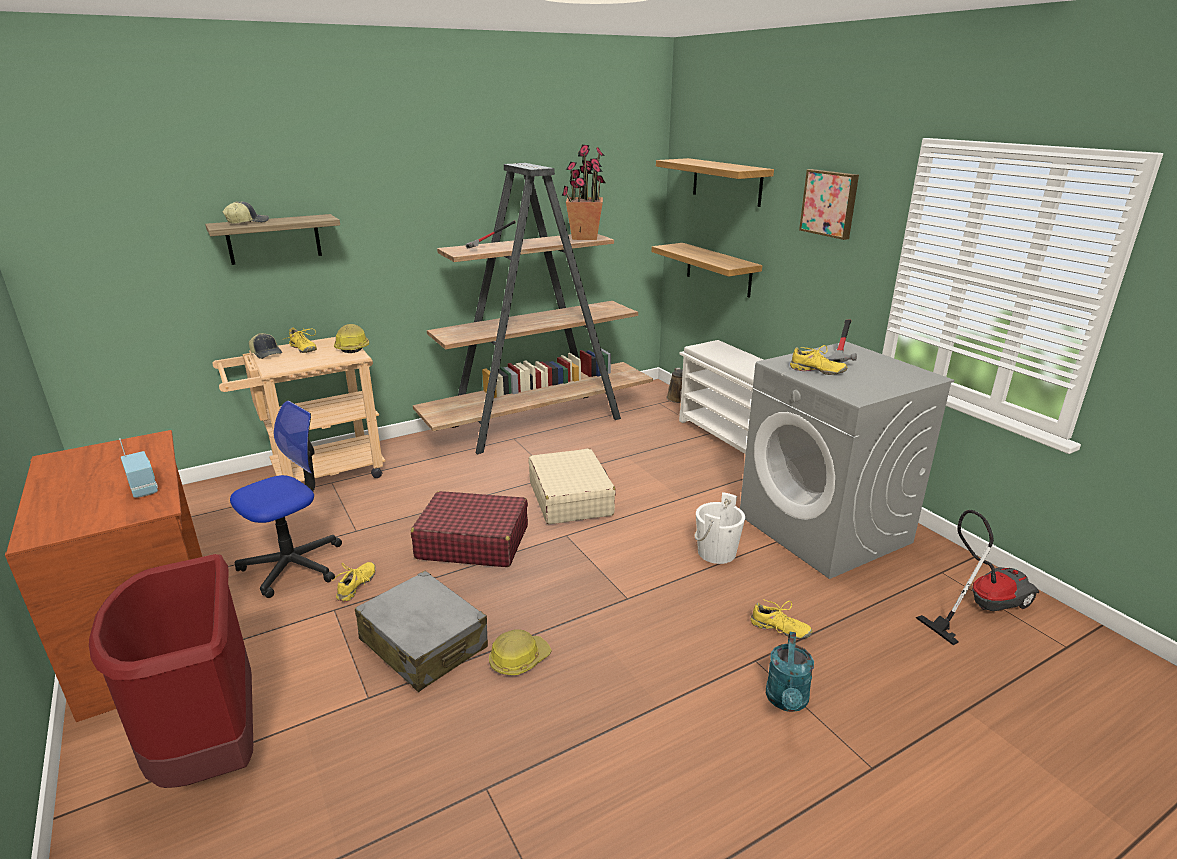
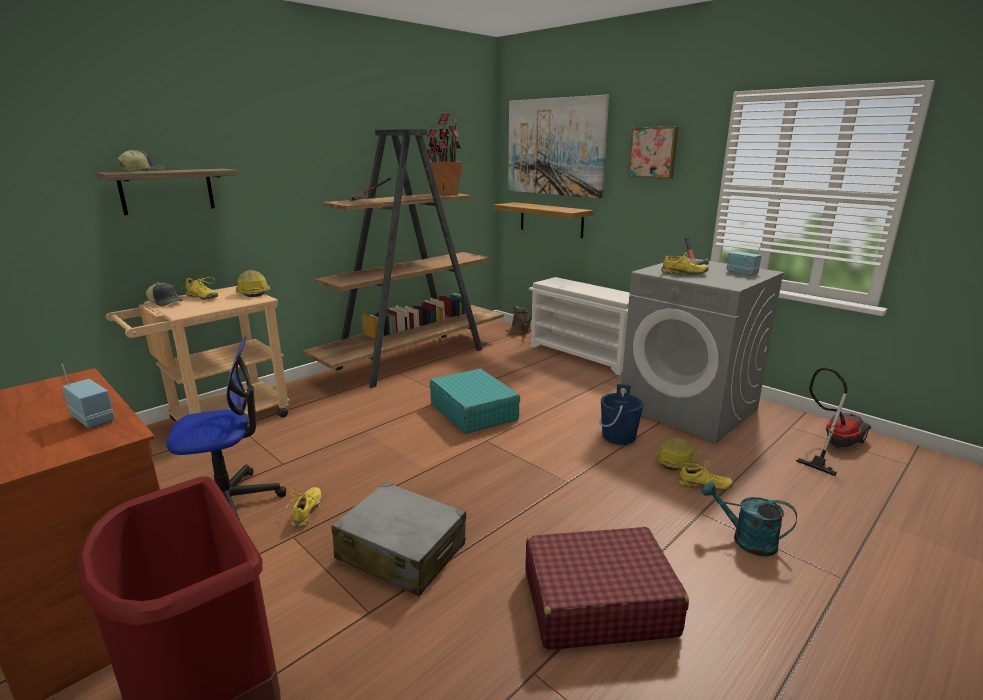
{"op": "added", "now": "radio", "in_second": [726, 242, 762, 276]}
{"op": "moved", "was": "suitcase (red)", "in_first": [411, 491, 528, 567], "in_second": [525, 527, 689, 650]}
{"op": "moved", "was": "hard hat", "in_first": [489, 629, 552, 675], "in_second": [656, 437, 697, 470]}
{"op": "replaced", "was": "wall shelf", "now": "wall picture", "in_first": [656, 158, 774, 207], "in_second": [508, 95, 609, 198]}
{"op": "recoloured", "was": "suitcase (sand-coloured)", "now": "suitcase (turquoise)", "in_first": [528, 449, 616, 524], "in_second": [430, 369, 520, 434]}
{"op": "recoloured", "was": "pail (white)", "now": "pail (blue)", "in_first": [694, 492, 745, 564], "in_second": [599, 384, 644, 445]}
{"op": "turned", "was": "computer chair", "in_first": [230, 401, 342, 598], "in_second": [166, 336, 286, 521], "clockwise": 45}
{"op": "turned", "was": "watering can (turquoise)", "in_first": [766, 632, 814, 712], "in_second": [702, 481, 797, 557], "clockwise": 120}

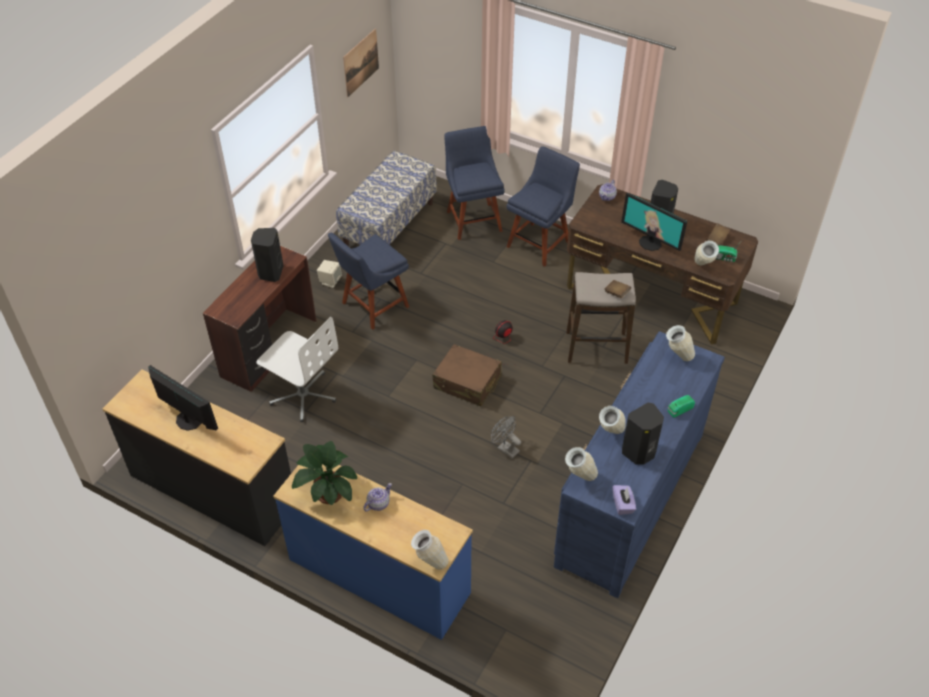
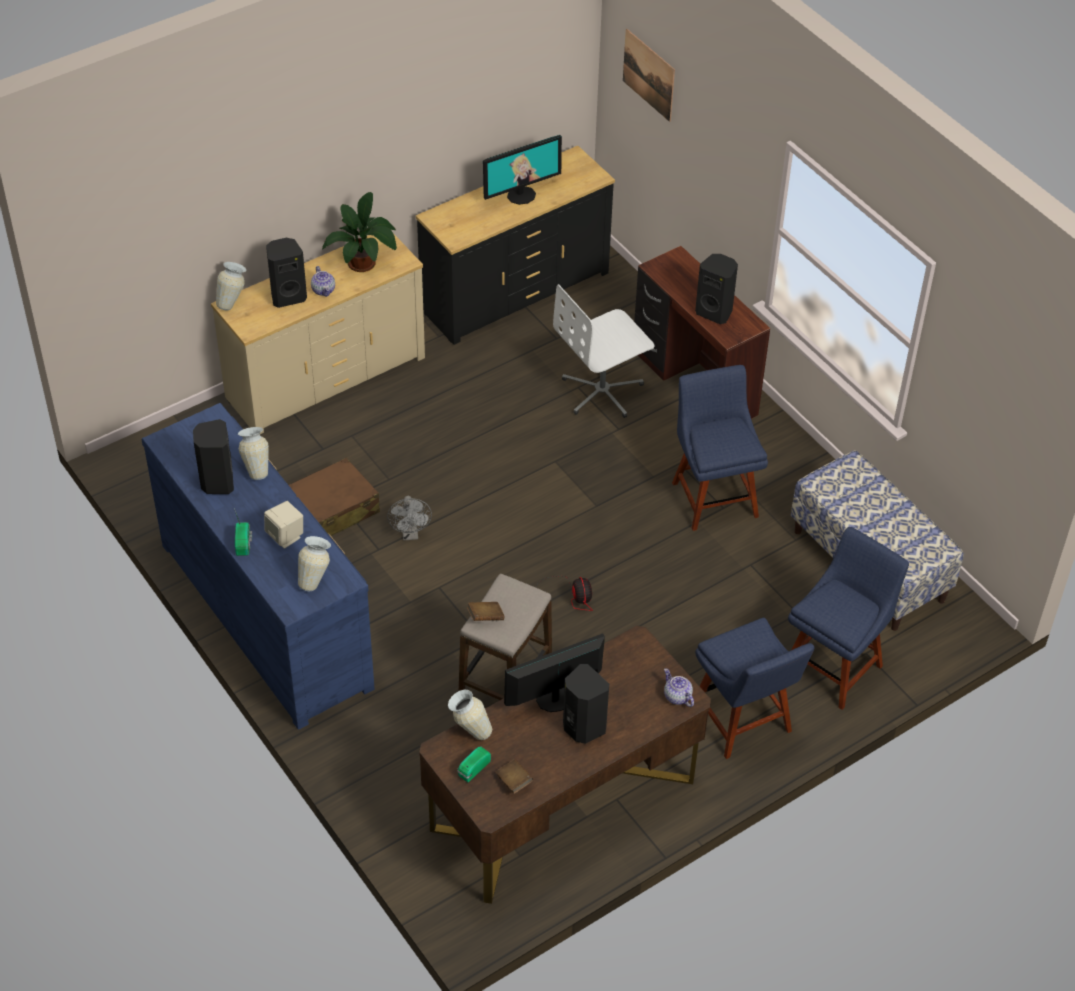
{"op": "removed", "was": "decorative vase", "in_first": [565, 447, 598, 481]}
{"op": "removed", "was": "box of tissues (purple)", "in_first": [613, 485, 636, 515]}
{"op": "added", "now": "speaker (black)", "in_second": [266, 238, 307, 308]}
{"op": "moved", "was": "speaker (sand-coloured)", "in_first": [317, 260, 342, 288], "in_second": [264, 501, 303, 549]}
{"op": "moved", "was": "wall picture", "in_first": [343, 29, 379, 97], "in_second": [623, 29, 675, 122]}
{"op": "moved", "was": "suitcase (brown-coloured)", "in_first": [432, 344, 502, 406], "in_second": [289, 458, 380, 536]}
{"op": "recoloured", "was": "chest of drawers (blue)", "now": "chest of drawers (sand-coloured)", "in_first": [273, 464, 473, 640], "in_second": [211, 233, 425, 434]}
{"op": "turned", "was": "upright chair (blue)", "in_first": [444, 126, 505, 240], "in_second": [788, 527, 909, 710], "clockwise": -60}
{"op": "turned", "was": "electric fan (gray)", "in_first": [491, 416, 521, 458], "in_second": [387, 496, 432, 541], "clockwise": 105}

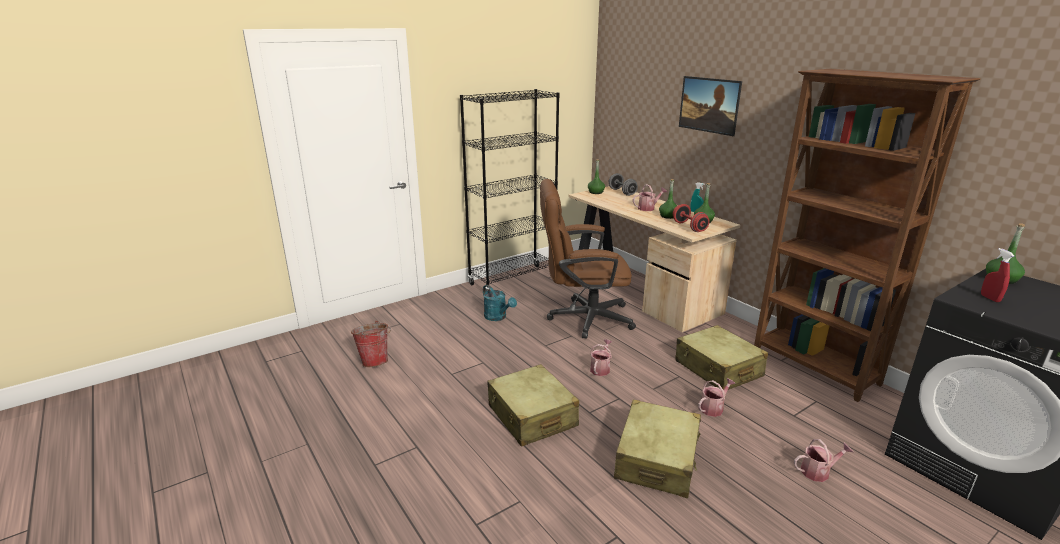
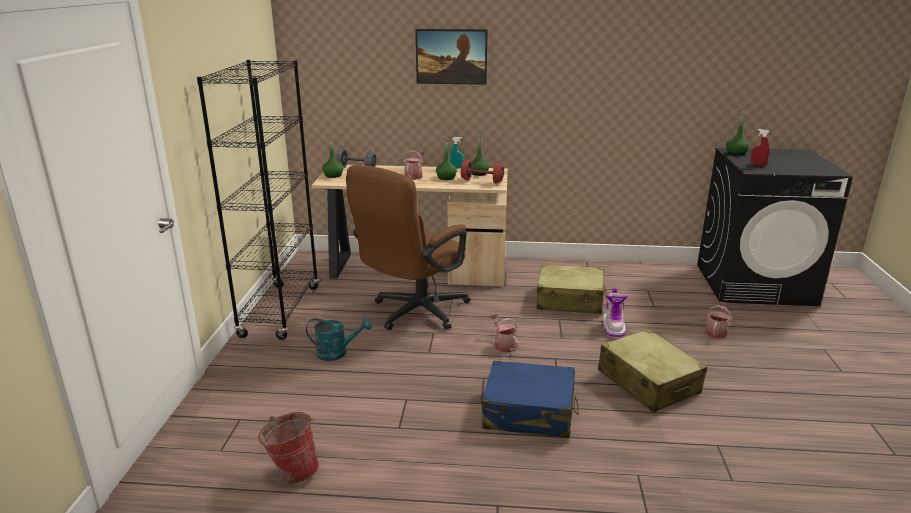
{"op": "removed", "was": "shelving unit (brown-coloured)", "in_first": [754, 69, 980, 402]}
{"op": "replaced", "was": "watering can", "now": "high-top boot", "in_first": [698, 378, 735, 417], "in_second": [603, 288, 628, 338]}
{"op": "recoloured", "was": "suitcase (sand-coloured)", "now": "suitcase (blue)", "in_first": [487, 364, 579, 447], "in_second": [482, 361, 579, 438]}

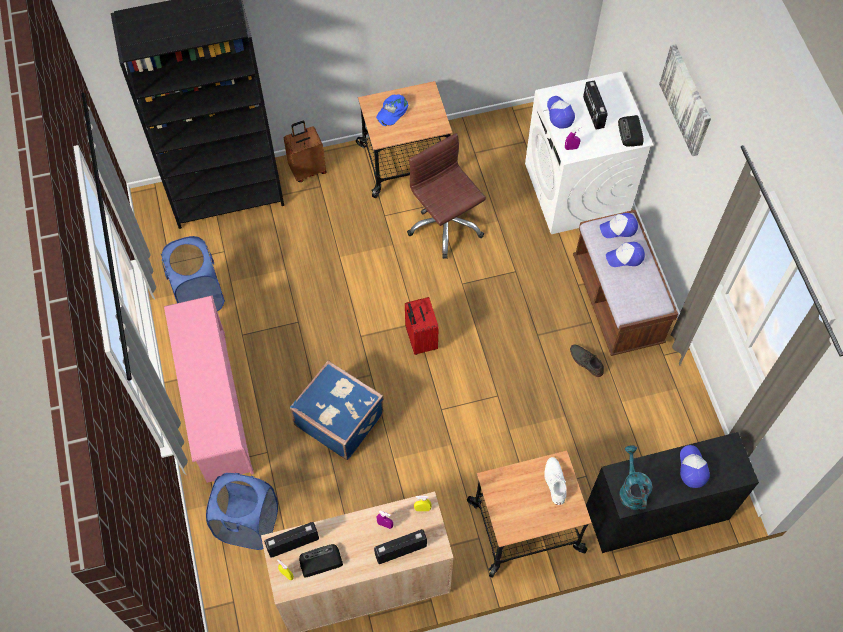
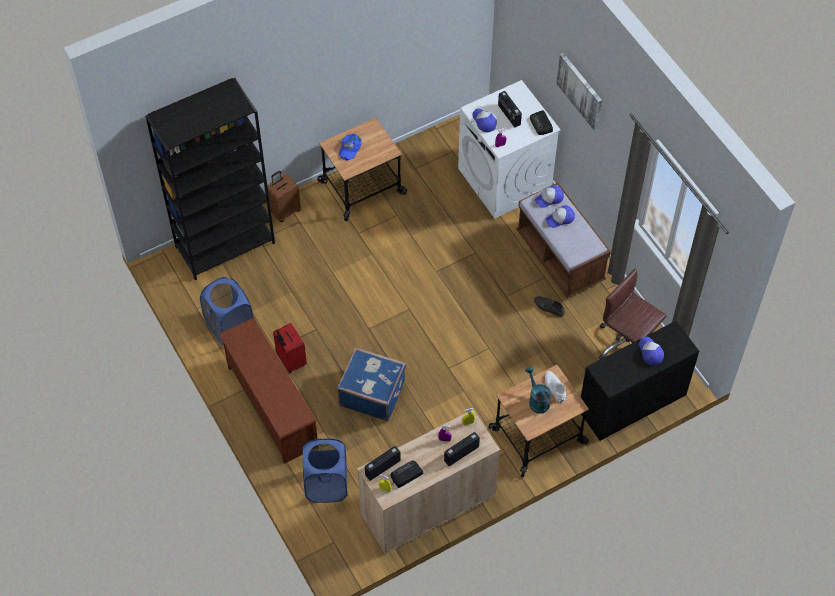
{"op": "moved", "was": "suitcase (red)", "in_first": [405, 297, 439, 355], "in_second": [273, 323, 307, 373]}
{"op": "moved", "was": "computer chair (brown-coloured)", "in_first": [407, 133, 486, 259], "in_second": [599, 269, 667, 359]}
{"op": "moved", "was": "watering can (turquoise)", "in_first": [619, 445, 653, 510], "in_second": [525, 367, 551, 414]}
{"op": "recoloured", "was": "shoe shelf (pink)", "now": "shoe shelf (brown-coloured)", "in_first": [164, 295, 254, 483], "in_second": [219, 317, 317, 464]}

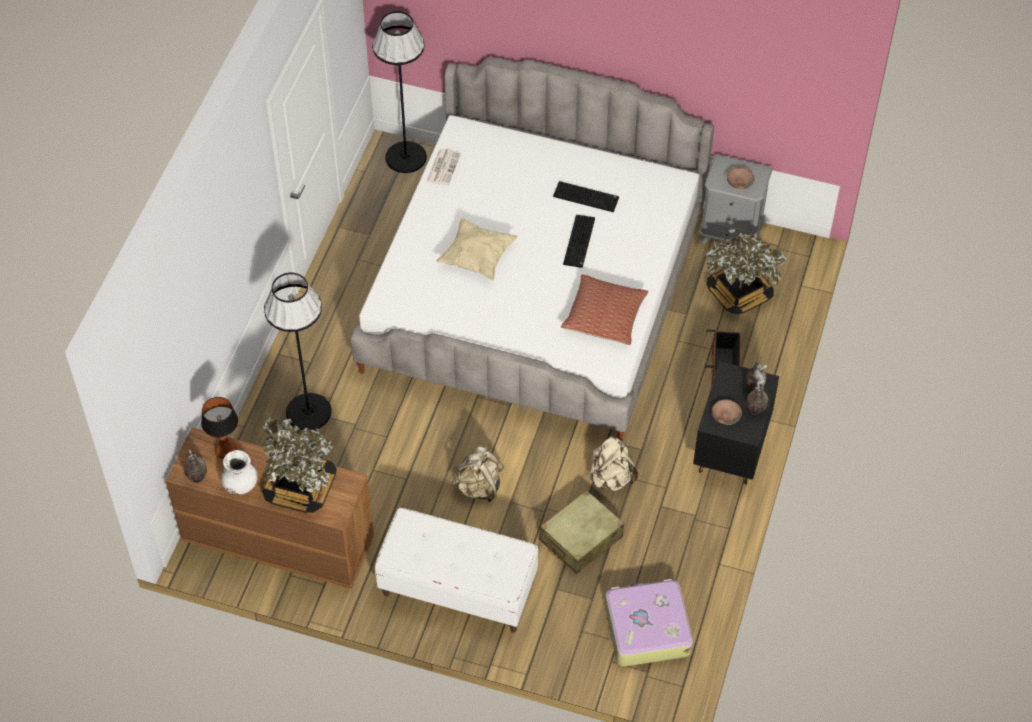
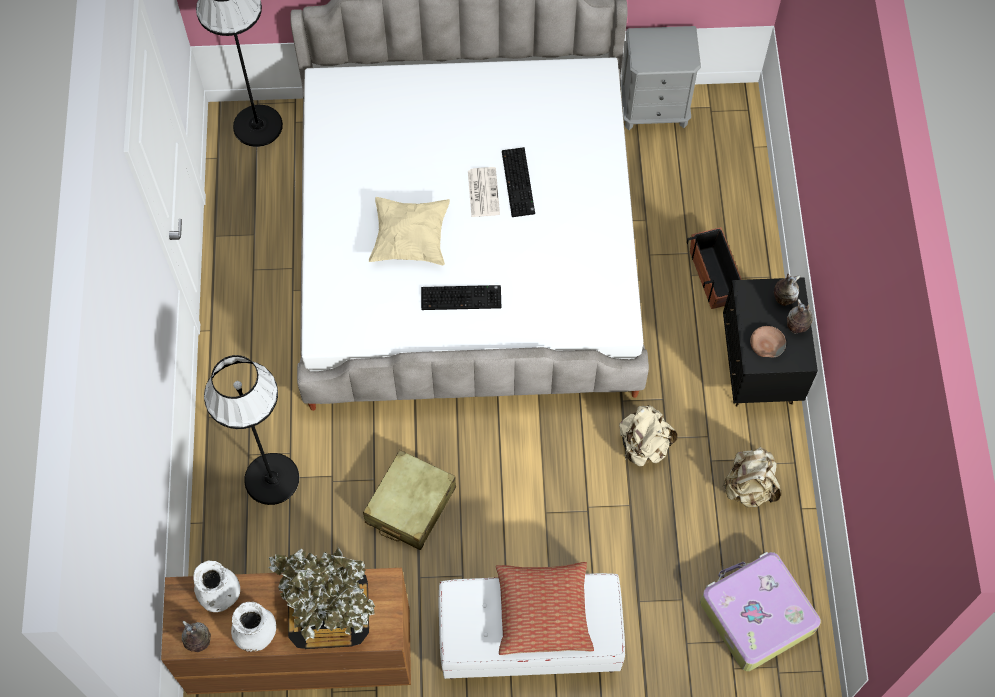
{"op": "removed", "was": "houseplant", "in_first": [706, 228, 787, 314]}
{"op": "removed", "was": "serving bowl (brown-coloured)", "in_first": [727, 167, 755, 189]}
{"op": "moved", "was": "printed paper", "in_first": [426, 149, 461, 186], "in_second": [468, 167, 500, 217]}
{"op": "moved", "was": "backpack (sand-coloured)", "in_first": [452, 447, 504, 502], "in_second": [723, 447, 781, 507]}
{"op": "moved", "was": "suitcase (sand-coloured)", "in_first": [539, 490, 624, 574], "in_second": [363, 450, 456, 550]}
{"op": "moved", "was": "computer keyboard", "in_first": [553, 181, 619, 212], "in_second": [421, 285, 501, 310]}
{"op": "moved", "was": "throw pillow", "in_first": [561, 274, 648, 345], "in_second": [496, 562, 594, 655]}
{"op": "replaced", "was": "lamp for a table", "now": "decorative vase (white)", "in_first": [201, 397, 238, 459], "in_second": [193, 561, 240, 612]}

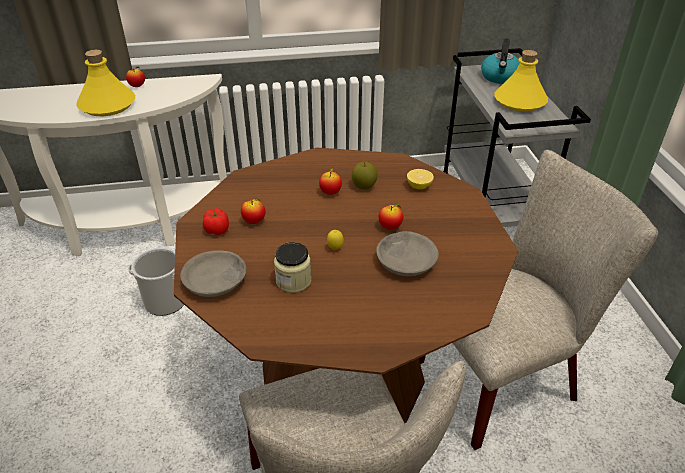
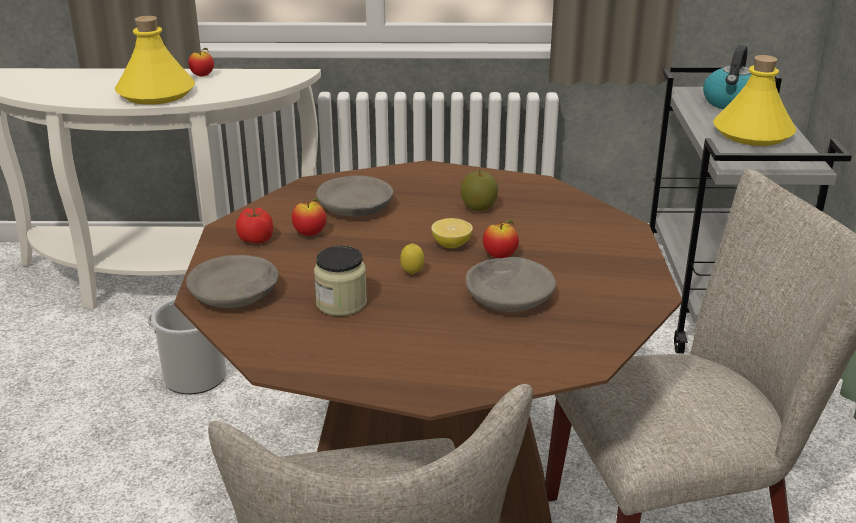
{"op": "removed", "was": "apple fruit", "in_first": [319, 167, 342, 195]}
{"op": "added", "now": "serving bowl (gray)", "in_second": [316, 175, 393, 216]}
{"op": "moved", "was": "citrus fruit", "in_first": [407, 169, 434, 189], "in_second": [431, 218, 473, 248]}

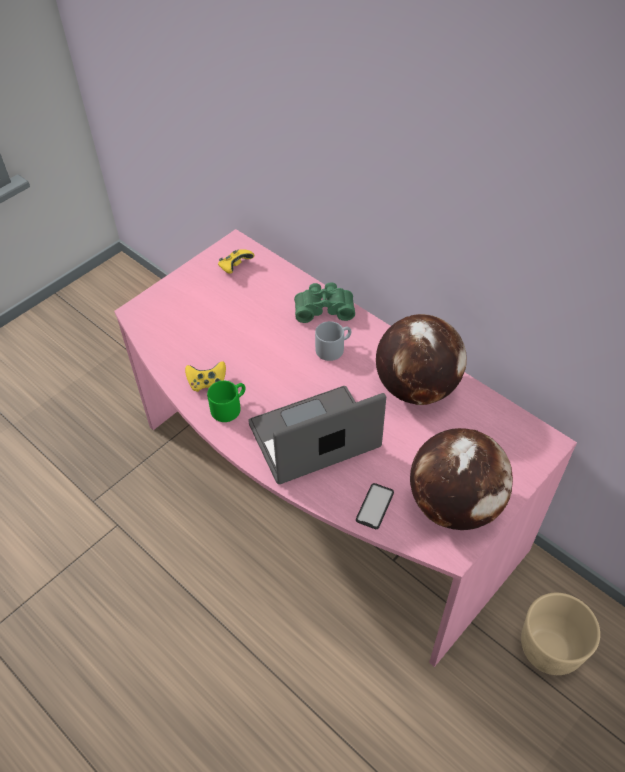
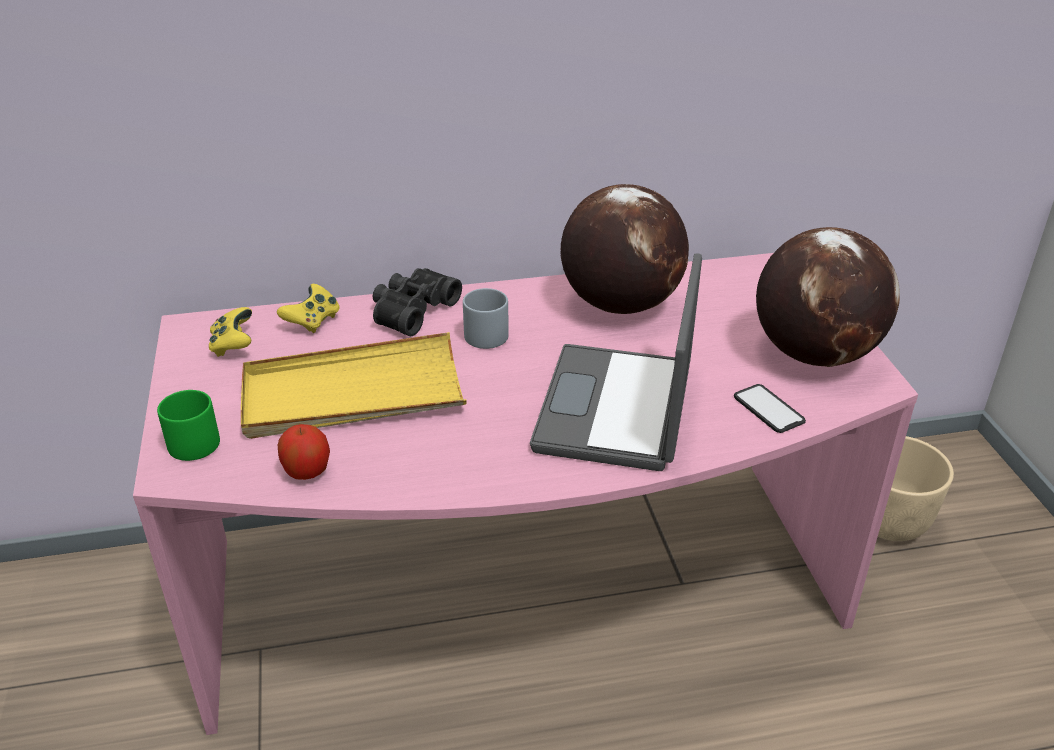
{"op": "added", "now": "serving tray (yellow)", "in_second": [241, 332, 467, 439]}
{"op": "added", "now": "apple fruit", "in_second": [278, 424, 330, 480]}
{"op": "moved", "was": "game controller (yellow)", "in_first": [185, 361, 226, 392], "in_second": [277, 284, 340, 333]}
{"op": "moved", "was": "coffee mug (green)", "in_first": [207, 381, 245, 422], "in_second": [157, 390, 220, 461]}
{"op": "recoloured", "was": "binoculars (green)", "now": "binoculars (black)", "in_first": [294, 282, 355, 323], "in_second": [373, 268, 462, 336]}

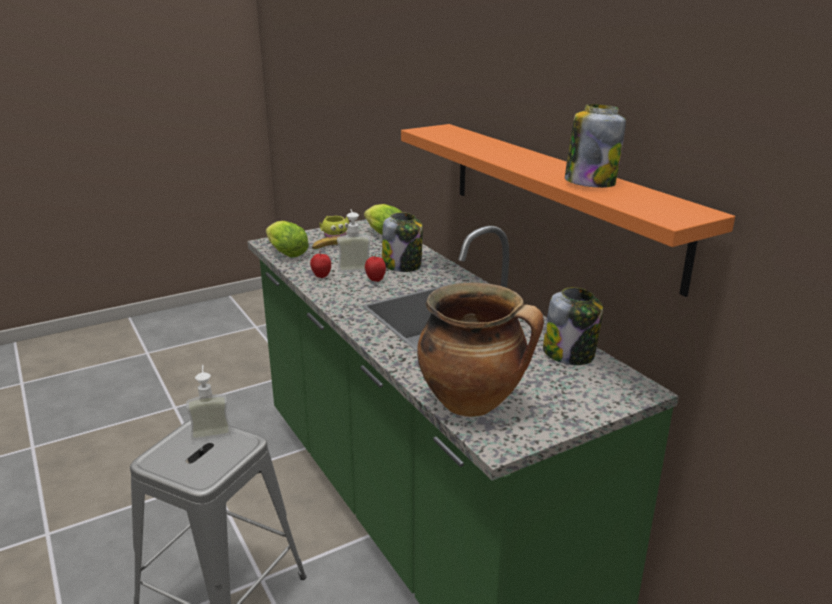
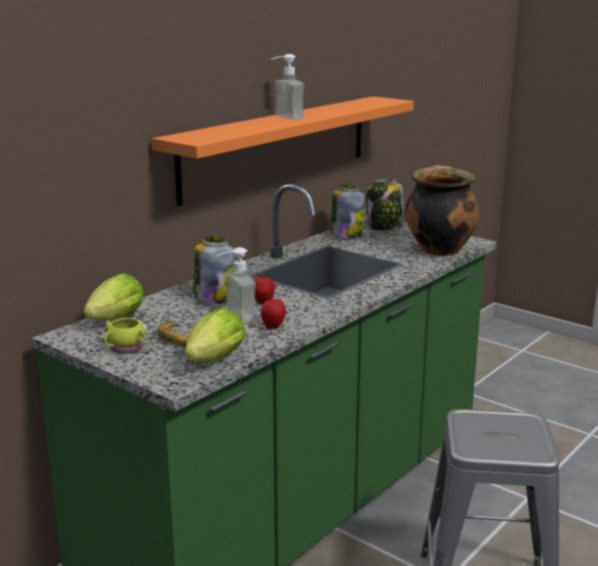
{"op": "moved", "was": "soap dispenser", "in_first": [186, 365, 231, 441], "in_second": [271, 54, 304, 120]}
{"op": "moved", "was": "jar", "in_first": [565, 104, 626, 188], "in_second": [367, 179, 404, 231]}

